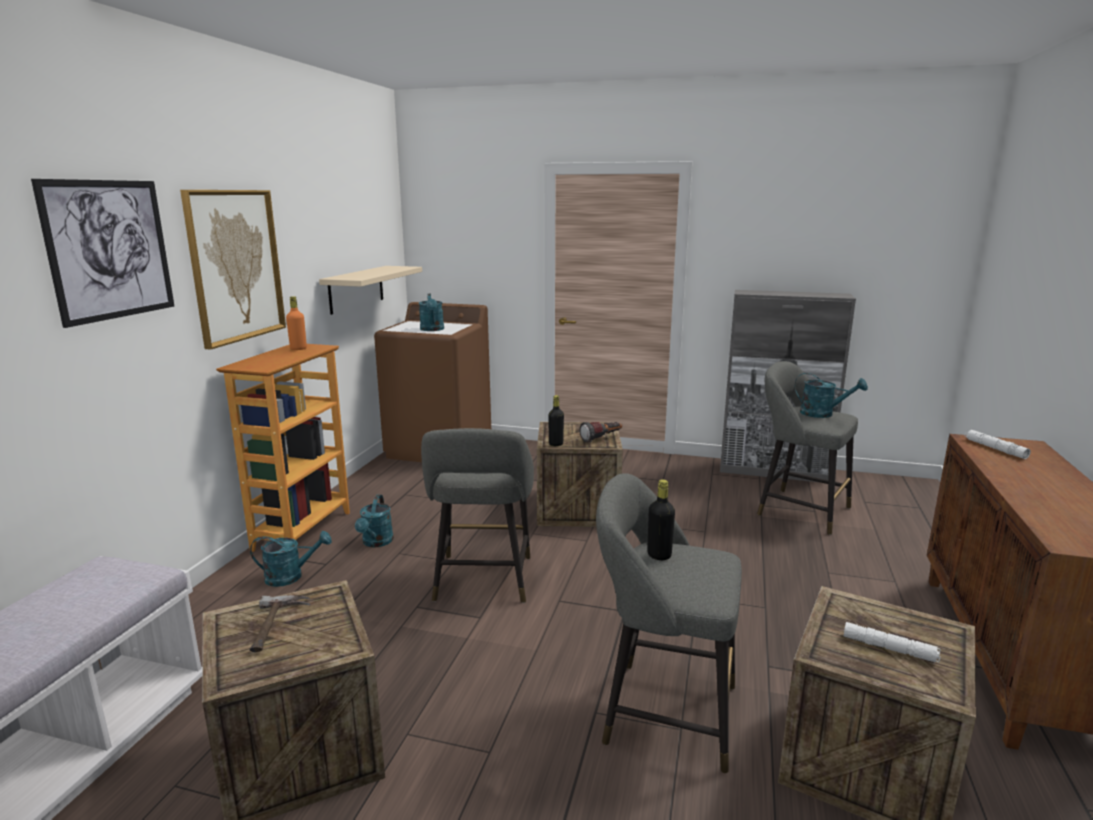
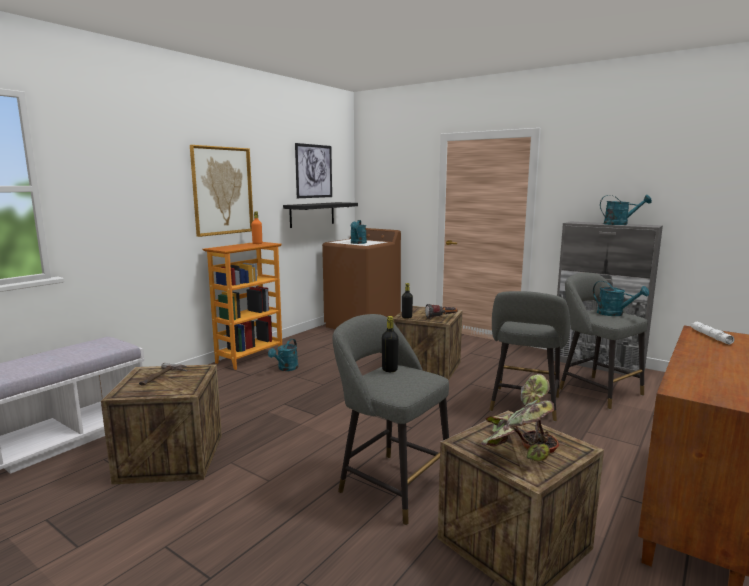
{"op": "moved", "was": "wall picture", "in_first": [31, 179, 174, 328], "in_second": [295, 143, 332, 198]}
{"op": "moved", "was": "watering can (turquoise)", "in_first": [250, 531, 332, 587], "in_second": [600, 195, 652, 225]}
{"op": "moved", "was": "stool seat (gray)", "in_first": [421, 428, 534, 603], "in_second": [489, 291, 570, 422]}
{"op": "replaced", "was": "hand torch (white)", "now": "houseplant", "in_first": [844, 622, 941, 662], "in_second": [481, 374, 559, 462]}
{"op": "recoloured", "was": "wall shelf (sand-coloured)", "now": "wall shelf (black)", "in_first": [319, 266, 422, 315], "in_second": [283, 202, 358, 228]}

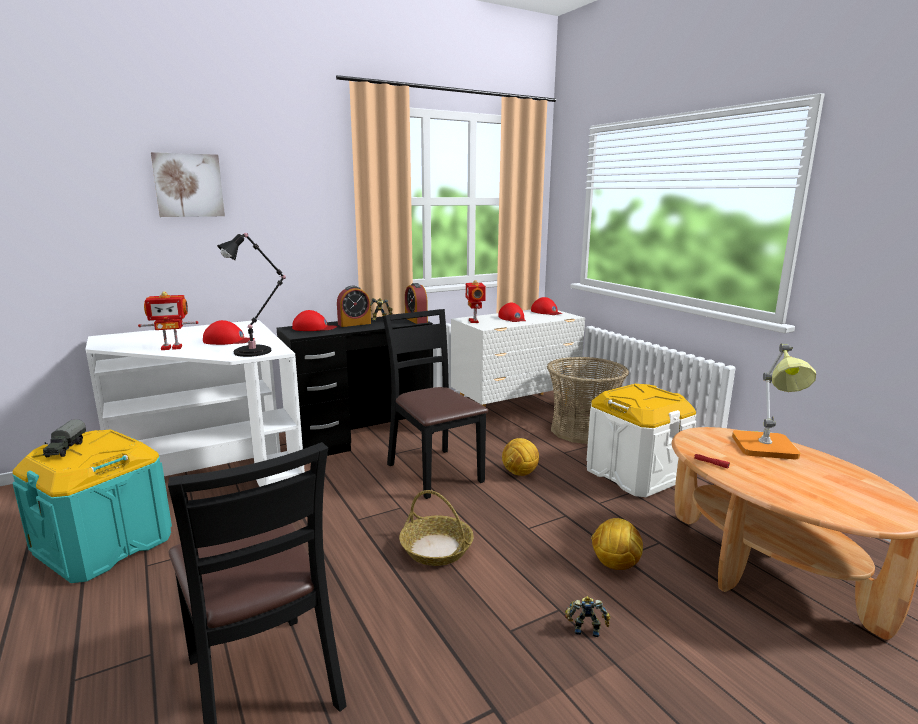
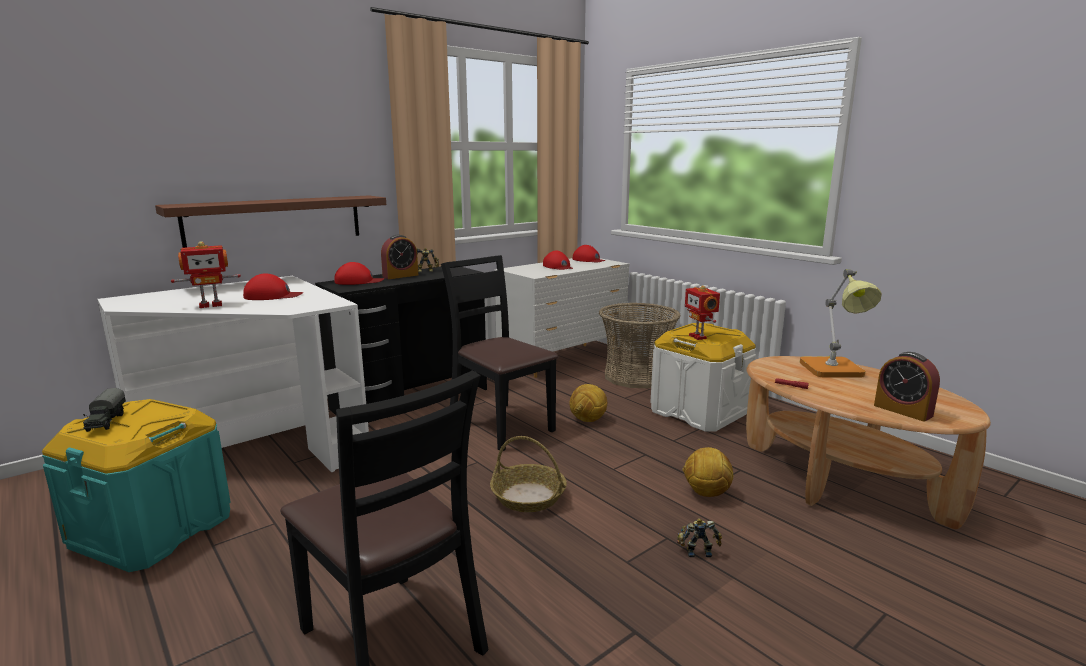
{"op": "removed", "was": "wall picture", "in_first": [151, 152, 225, 217]}
{"op": "removed", "was": "lamp for a table (black)", "in_first": [217, 233, 286, 357]}
{"op": "added", "now": "wall shelf (brown-coloured)", "in_second": [155, 196, 386, 248]}
{"op": "moved", "was": "alarm clock", "in_first": [405, 283, 428, 324], "in_second": [874, 352, 940, 422]}
{"op": "moved", "was": "model robot", "in_first": [466, 280, 486, 323], "in_second": [685, 285, 720, 340]}

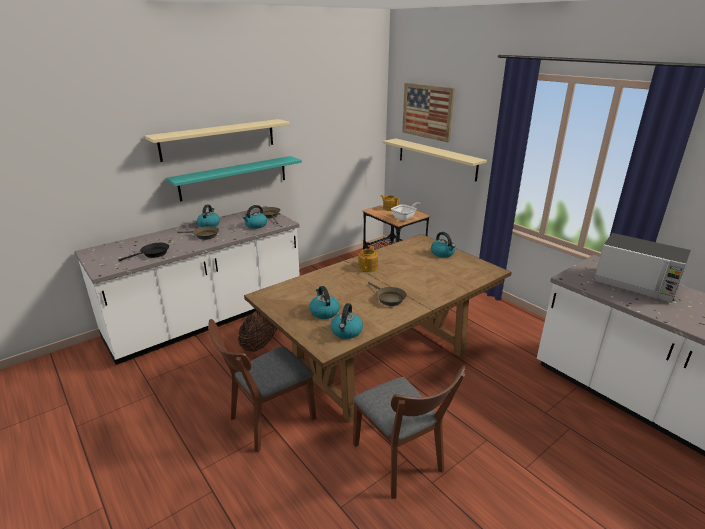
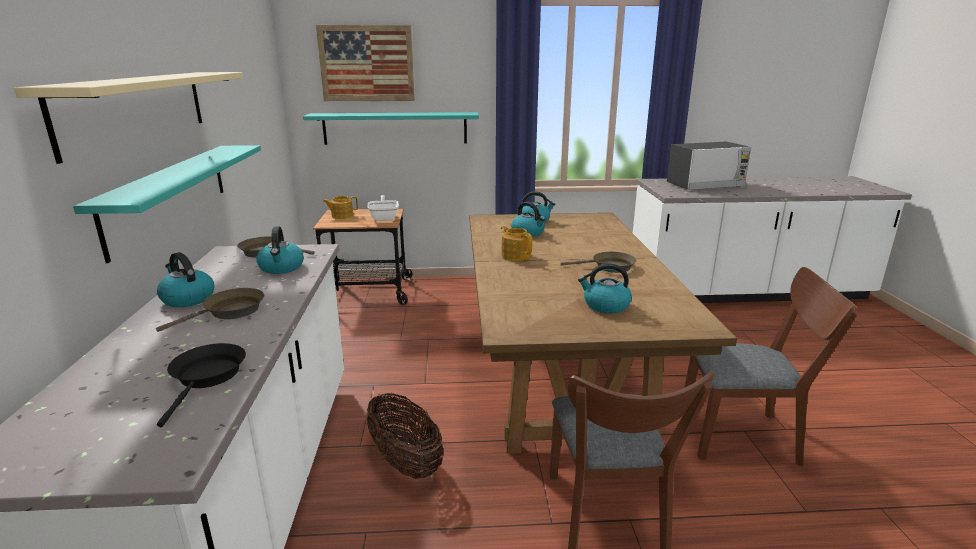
{"op": "moved", "was": "kettle", "in_first": [331, 303, 363, 339], "in_second": [511, 202, 545, 237]}
{"op": "recoloured", "was": "wall shelf (sand-coloured)", "now": "wall shelf (turquoise)", "in_first": [383, 138, 487, 182], "in_second": [303, 112, 479, 145]}

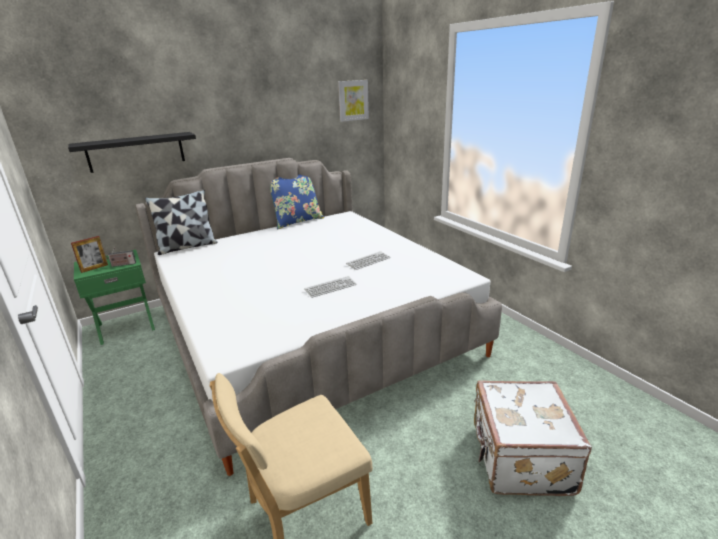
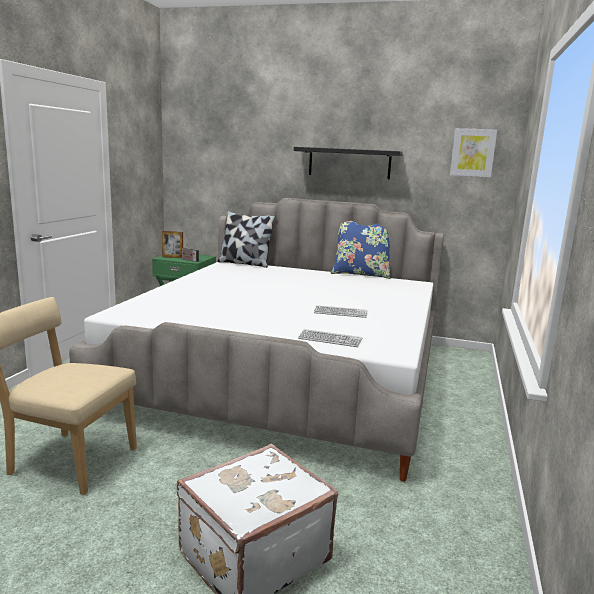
{"op": "moved", "was": "wall shelf (black)", "in_first": [68, 132, 196, 173], "in_second": [294, 147, 403, 179]}
{"op": "moved", "was": "computer keyboard", "in_first": [304, 276, 357, 298], "in_second": [298, 329, 363, 347]}

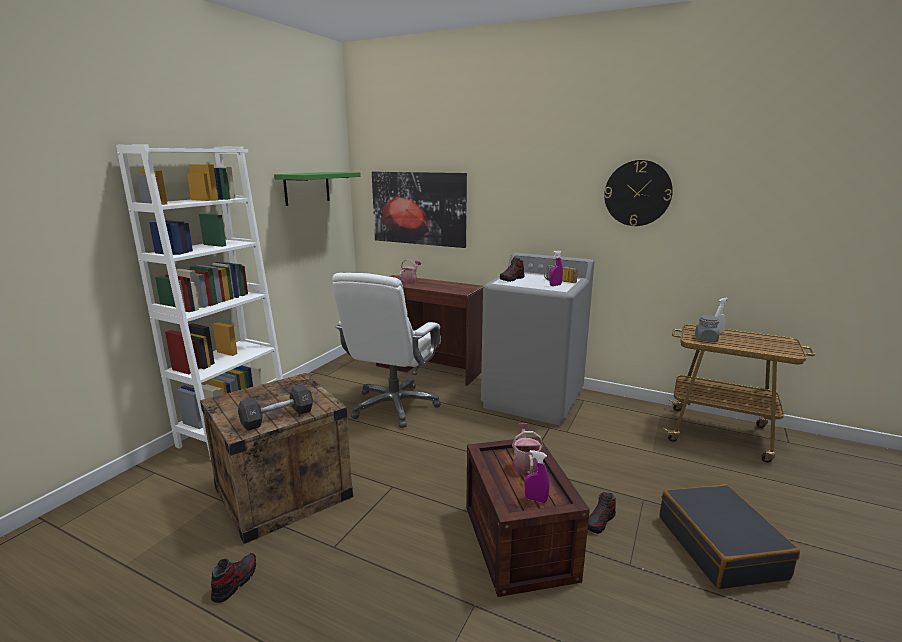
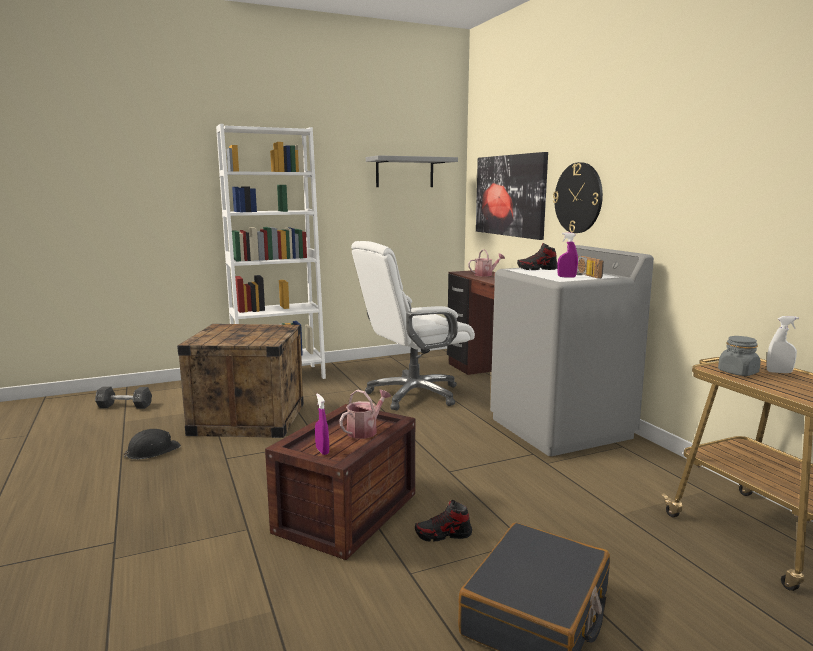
{"op": "moved", "was": "free weight (black)", "in_first": [238, 384, 313, 431], "in_second": [95, 386, 152, 409]}
{"op": "moved", "was": "hanging clock", "in_first": [604, 160, 673, 226], "in_second": [553, 162, 603, 233]}
{"op": "replaced", "was": "low shoe", "now": "hard hat (black)", "in_first": [211, 553, 256, 603], "in_second": [123, 429, 181, 459]}
{"op": "recoloured", "was": "wall shelf (green)", "now": "wall shelf (gray)", "in_first": [274, 172, 361, 206], "in_second": [366, 155, 458, 187]}

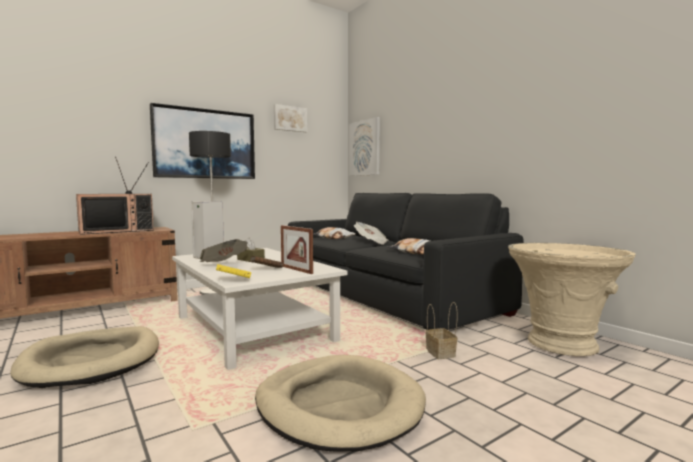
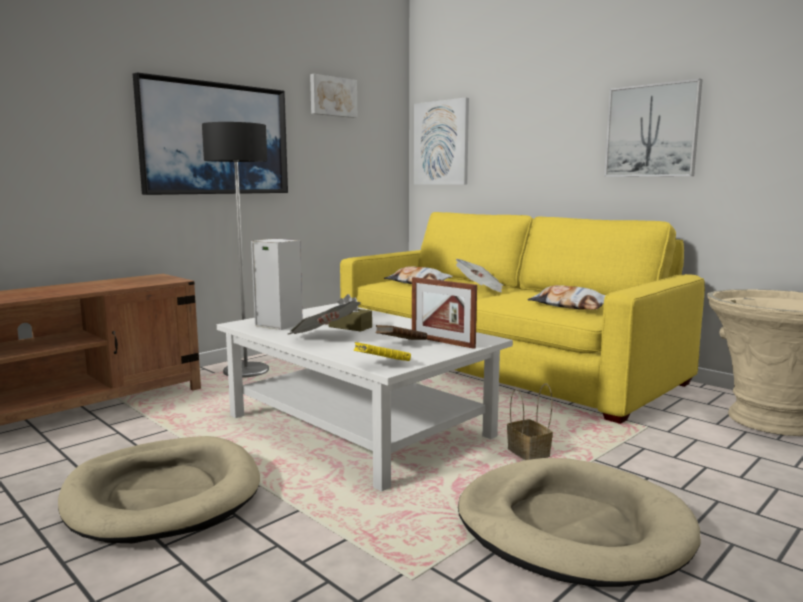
{"op": "removed", "was": "TV set", "in_first": [76, 157, 154, 235]}
{"op": "added", "now": "wall picture", "in_second": [604, 79, 703, 177]}
{"op": "moved", "was": "basket", "in_first": [425, 302, 458, 359], "in_second": [507, 384, 553, 460]}
{"op": "recoloured", "was": "sofa (black)", "now": "sofa (yellow)", "in_first": [288, 193, 524, 330], "in_second": [340, 212, 705, 424]}

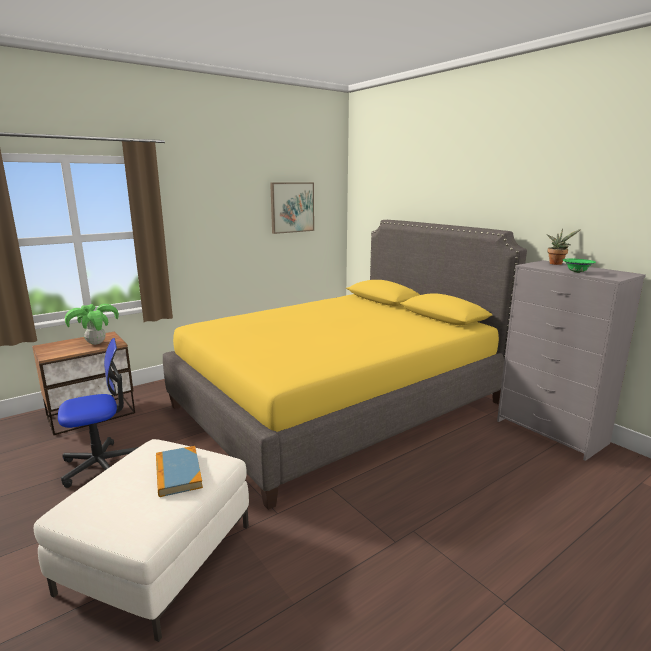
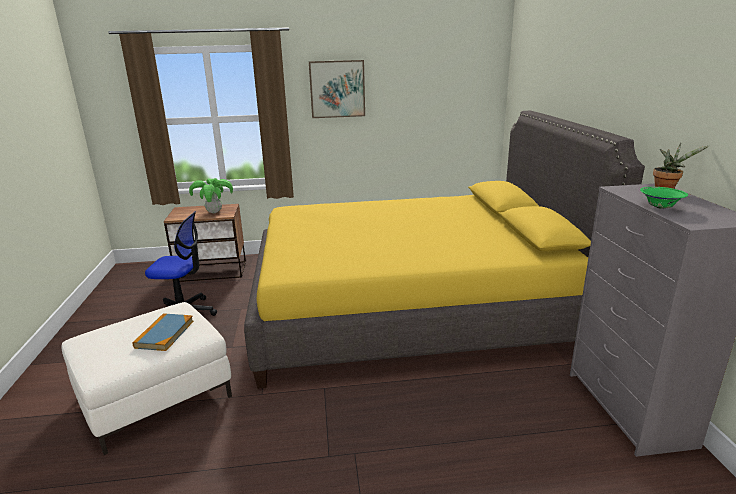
{"op": "moved", "was": "wall picture", "in_first": [270, 182, 314, 234], "in_second": [309, 60, 365, 118]}

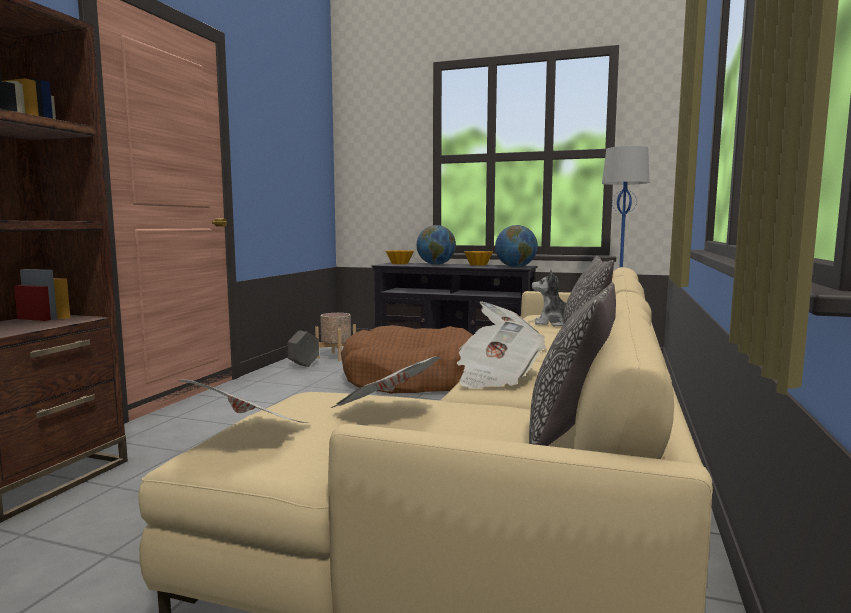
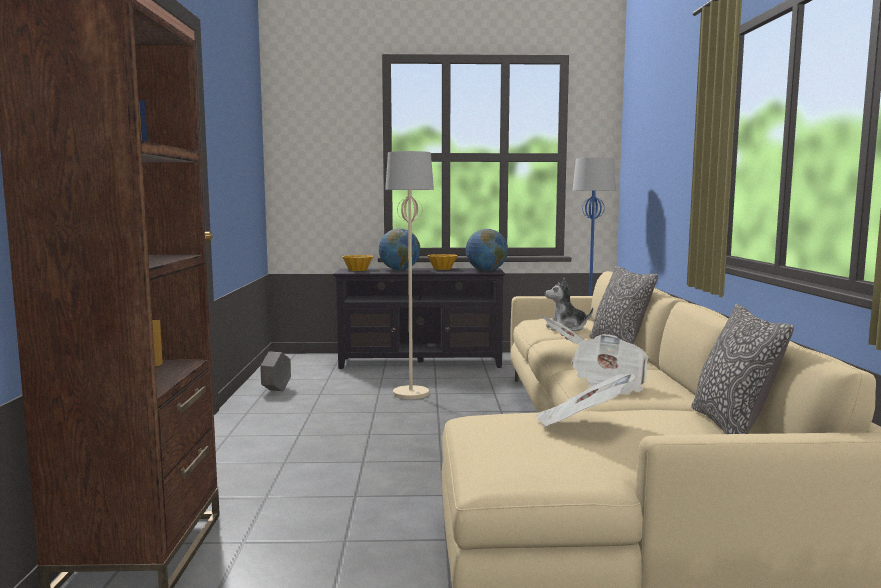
{"op": "removed", "was": "printed paper", "in_first": [178, 379, 308, 423]}
{"op": "removed", "was": "plant pot (sand-coloured)", "in_first": [315, 313, 356, 361]}
{"op": "replaced", "was": "dog cushion (brown-coloured)", "now": "standing lamp (sand-coloured)", "in_first": [341, 325, 473, 394], "in_second": [385, 151, 434, 399]}

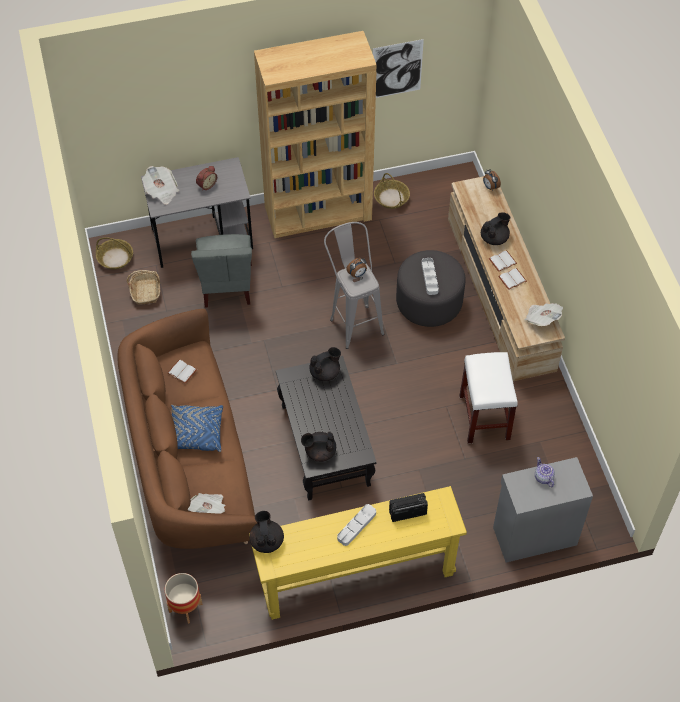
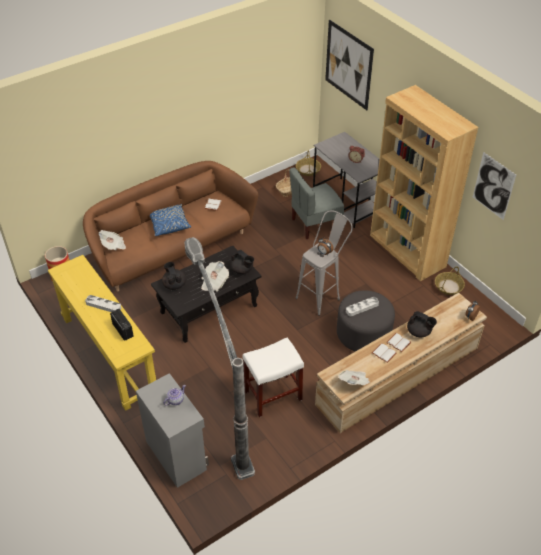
{"op": "removed", "was": "pot for tea (black)", "in_first": [249, 511, 284, 553]}
{"op": "added", "now": "standing lamp", "in_second": [184, 237, 255, 480]}
{"op": "added", "now": "wall picture", "in_second": [325, 20, 374, 110]}
{"op": "moved", "was": "printed paper", "in_first": [142, 166, 179, 205], "in_second": [201, 261, 229, 292]}

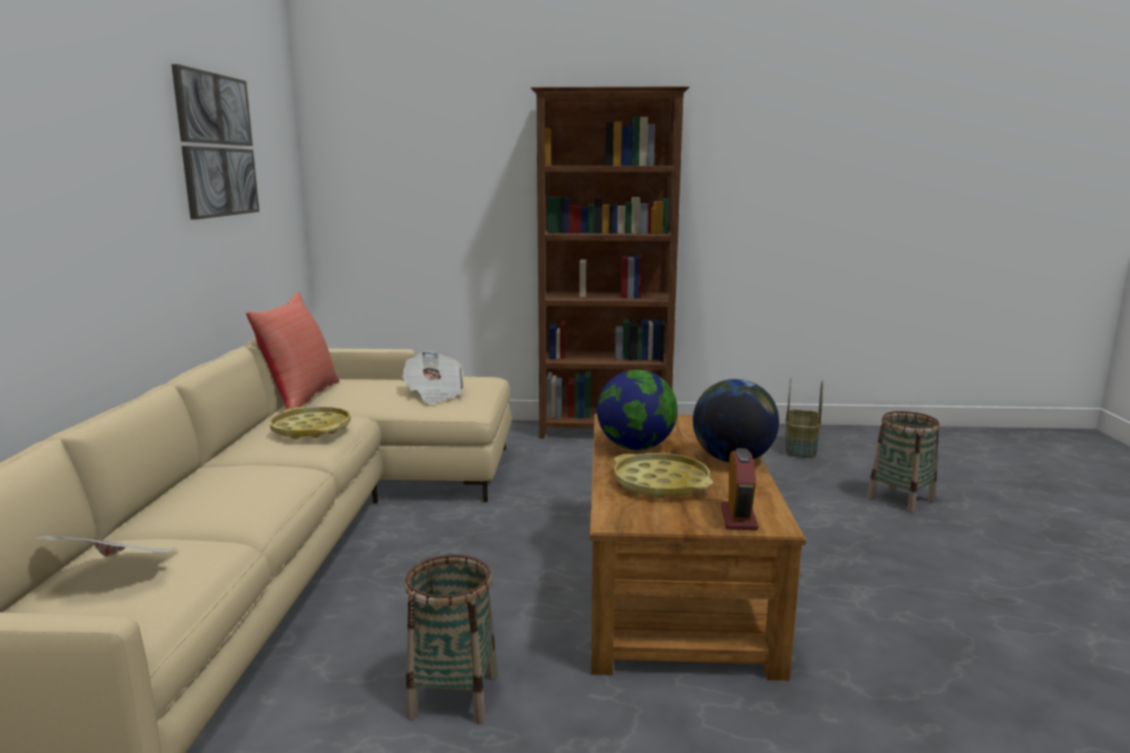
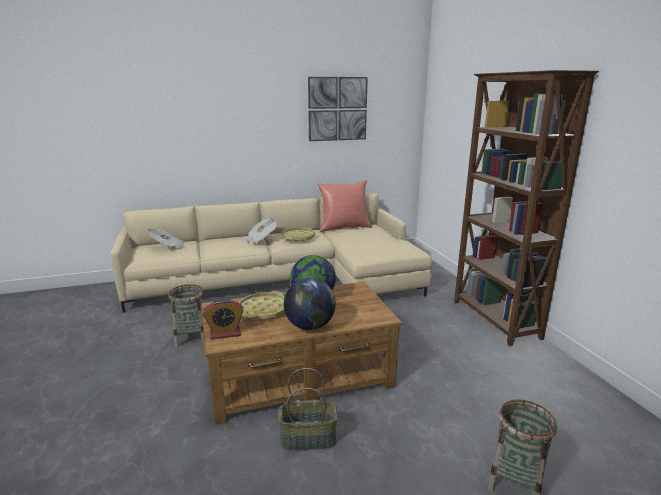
{"op": "moved", "was": "printed paper", "in_first": [402, 351, 464, 404], "in_second": [243, 218, 277, 243]}
{"op": "moved", "was": "basket", "in_first": [785, 378, 824, 458], "in_second": [279, 368, 338, 450]}

